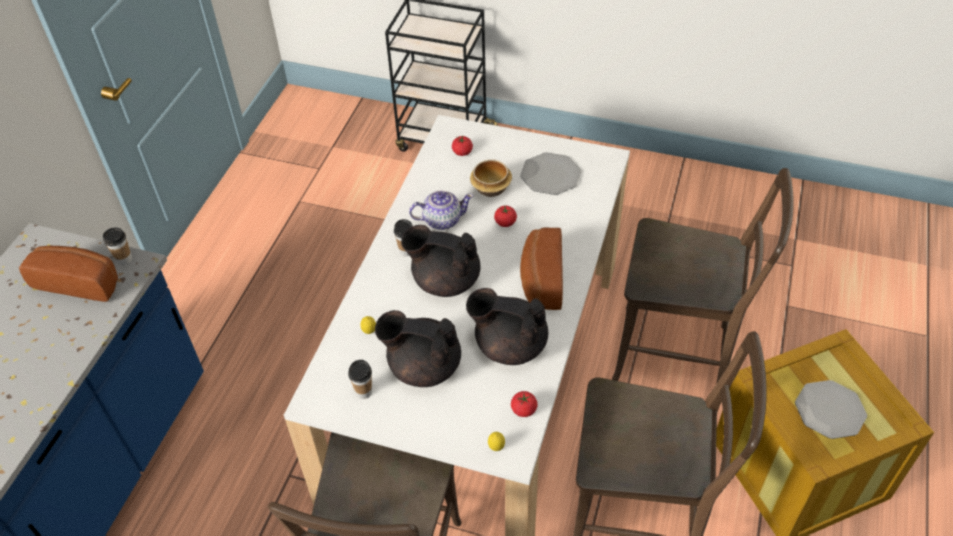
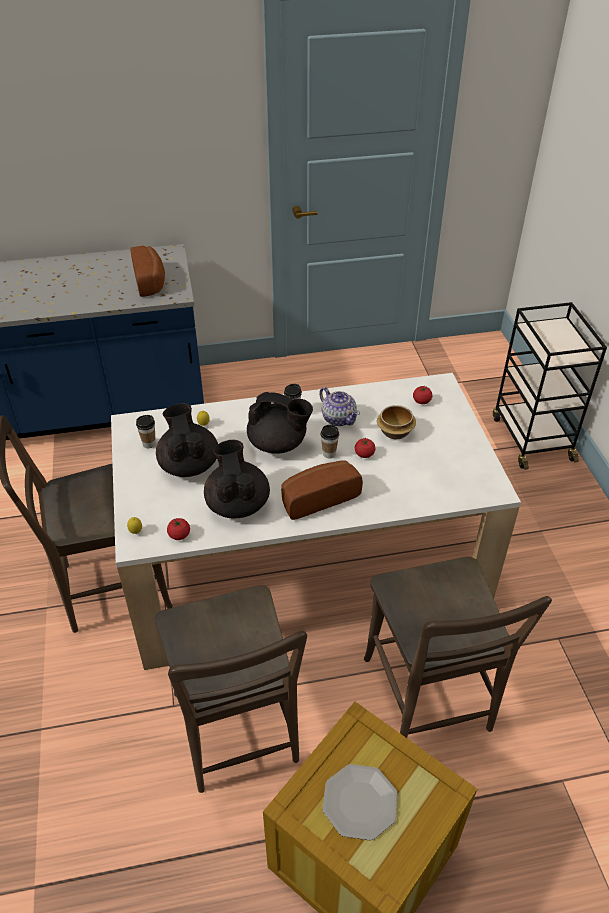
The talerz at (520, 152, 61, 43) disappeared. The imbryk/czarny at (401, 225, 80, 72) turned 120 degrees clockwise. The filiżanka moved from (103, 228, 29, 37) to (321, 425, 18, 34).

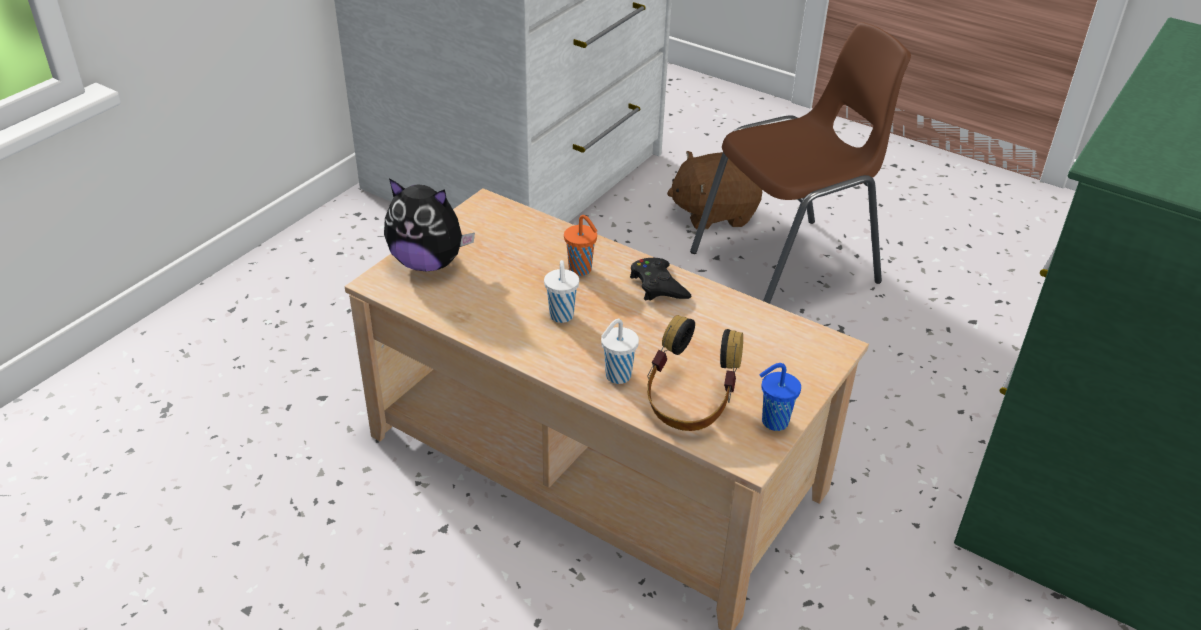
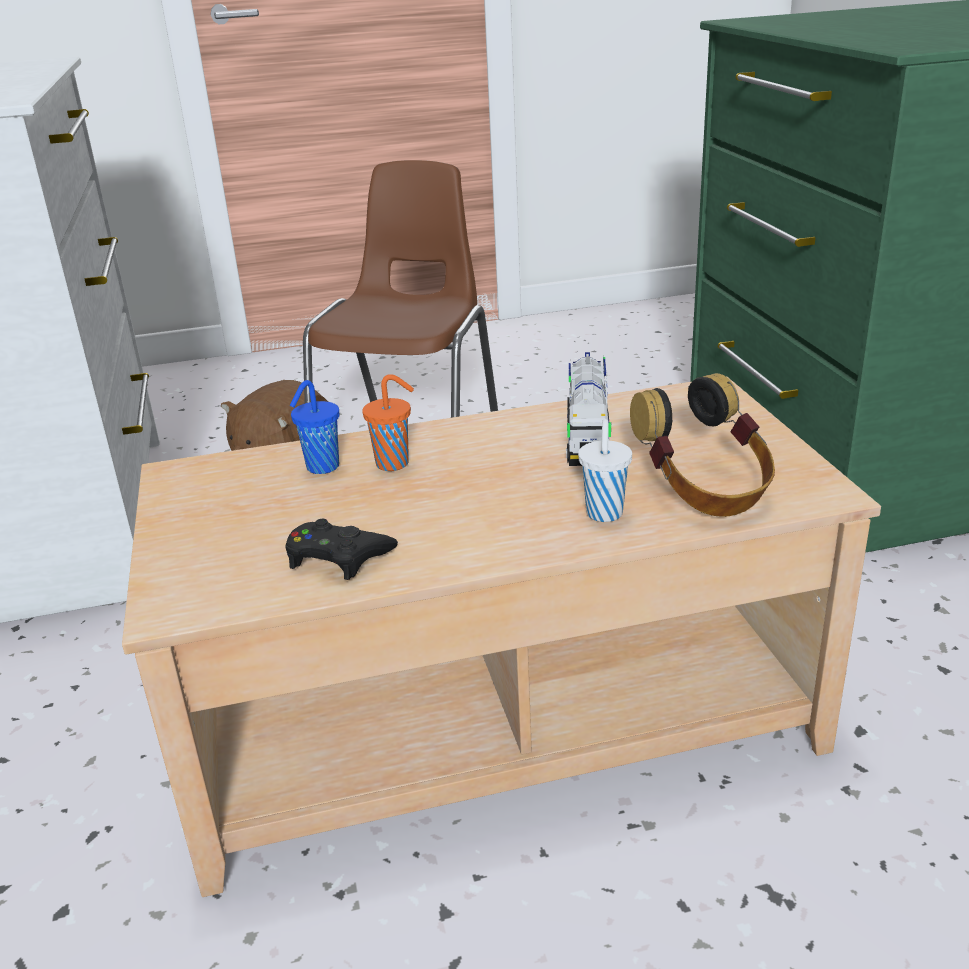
The pluszak at (384, 178, 91, 93) disappeared. The pad do gier/czarny moved from (630, 258, 61, 42) to (285, 519, 113, 61). The filiżanka/biały at (544, 260, 35, 63) disappeared. The filiżanka/niebieski moved from (760, 363, 41, 68) to (290, 380, 49, 94). The ciężarówka zabawkowa at (566, 352, 45, 114) appeared.

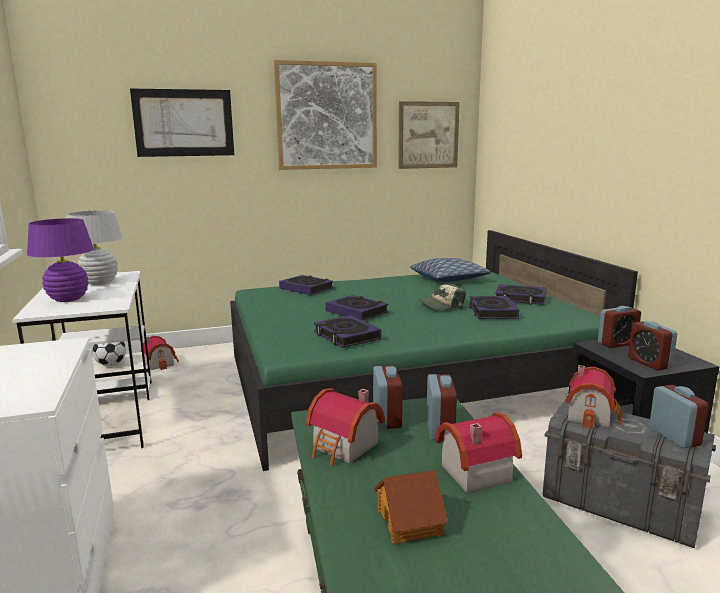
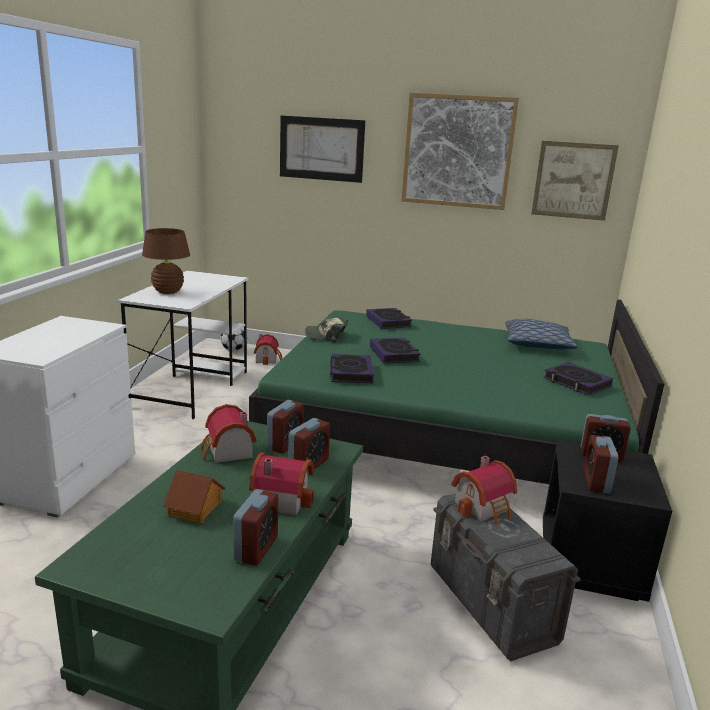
The lampa stołowa/biały at (66, 210, 57, 75) disappeared. The lampa stołowa/fioletowy at (27, 218, 67, 84) became the lampa stołowa/brązowy at (142, 228, 48, 66). The czapka z daszkiem moved from (418, 284, 48, 26) to (305, 318, 43, 25). The książka at (469, 296, 50, 23) disappeared. The budzik moved from (649, 385, 60, 63) to (233, 489, 45, 77).

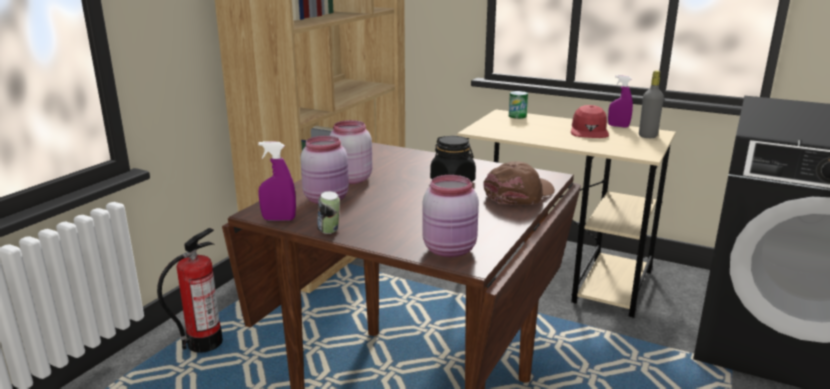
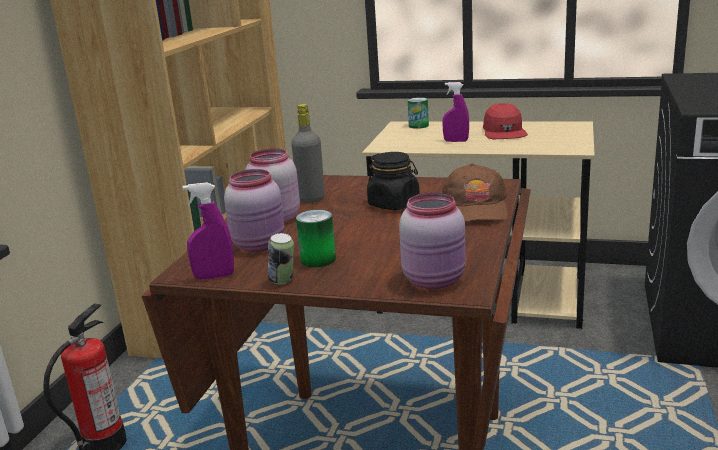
The butelka/szary moved from (639, 71, 25, 67) to (291, 104, 34, 99). The spryskiwacz/fioletowy moved from (608, 75, 25, 53) to (442, 82, 27, 60). The czapka z daszkiem/brązowy at (483, 161, 72, 44) turned 150 degrees clockwise. The puszka at (296, 210, 40, 57) appeared.

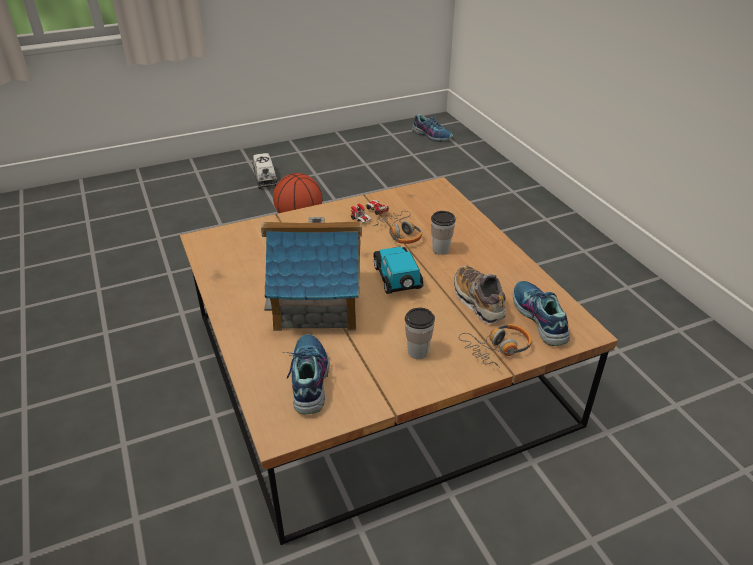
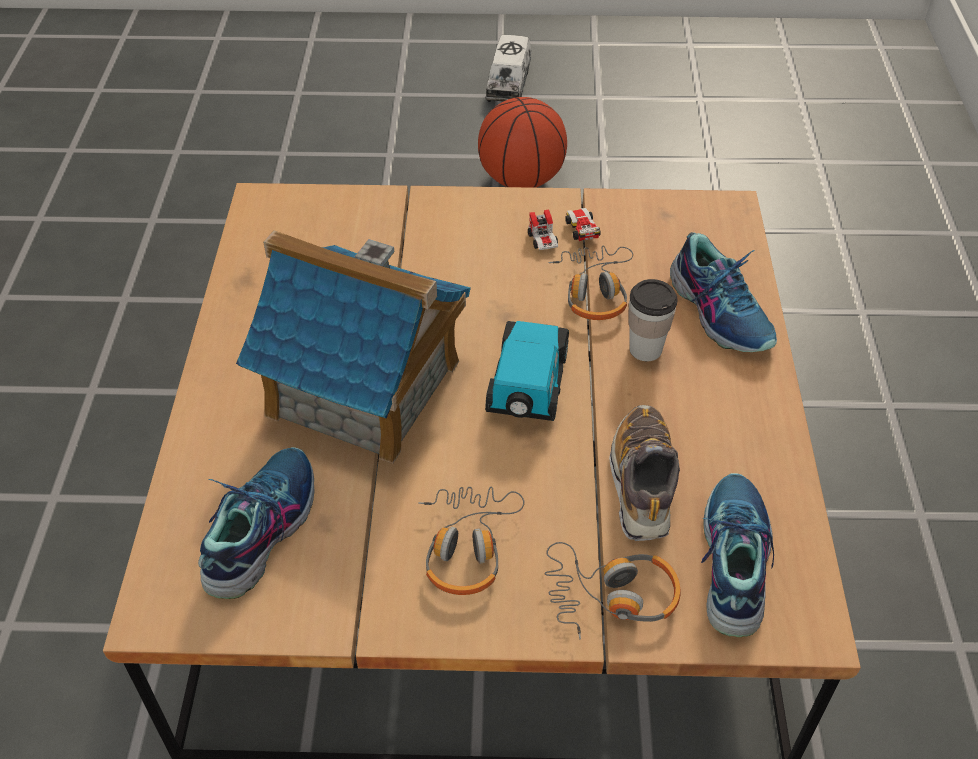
The but moved from (412, 113, 41, 29) to (670, 232, 107, 120). The filiżanka at (405, 308, 30, 51) was replaced by the słuchawki at (418, 487, 107, 108).

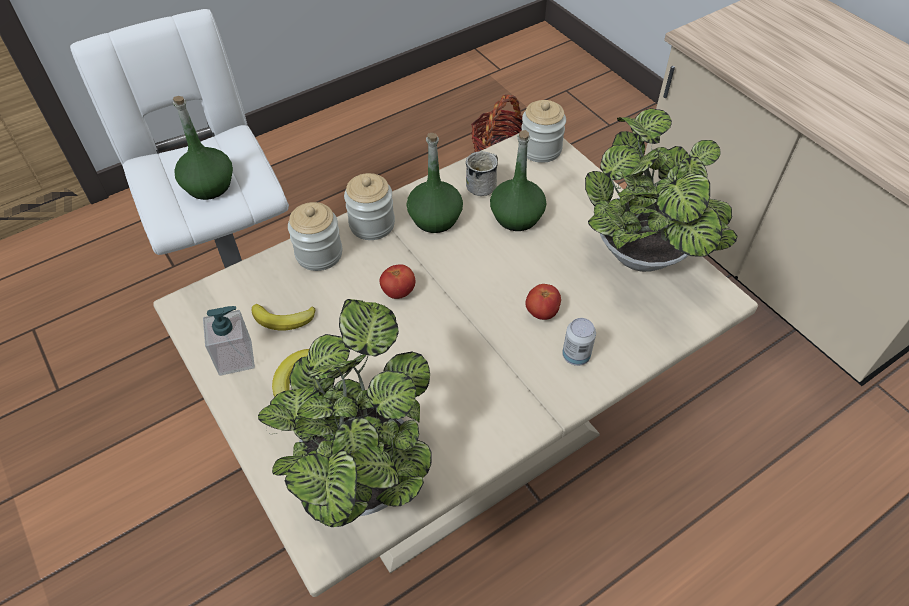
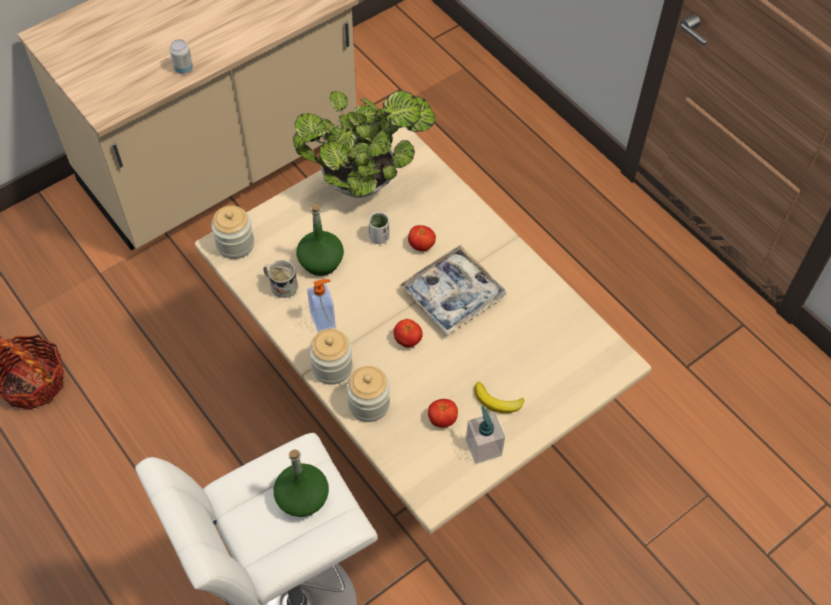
The butelka/zielony at (407, 133, 56, 100) was replaced by the dozownik mydła at (307, 279, 29, 54). The roślina doniczkowa at (258, 299, 174, 228) disappeared. The banan at (252, 304, 63, 26) was replaced by the pomidor at (428, 399, 30, 29). The puszka moved from (562, 318, 34, 48) to (170, 39, 23, 35). The filiżanka/biały at (369, 212, 21, 32) appeared. The taca at (400, 245, 107, 90) appeared.

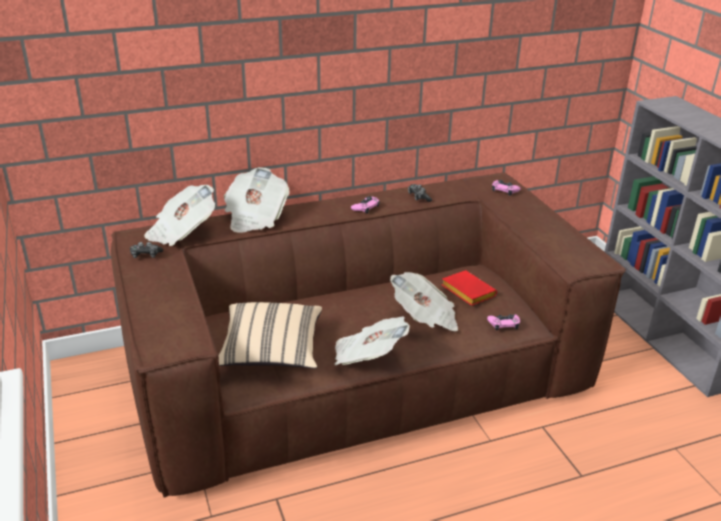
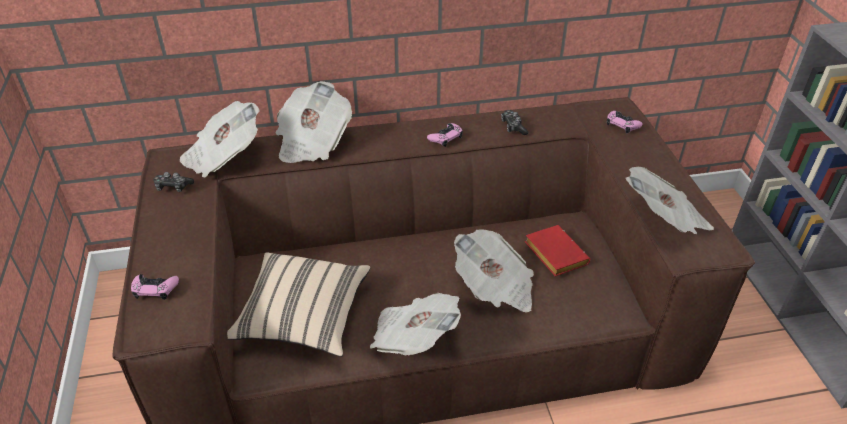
The pad do gier/różowy moved from (487, 314, 33, 17) to (131, 274, 48, 26). The gazeta at (625, 167, 89, 67) appeared.

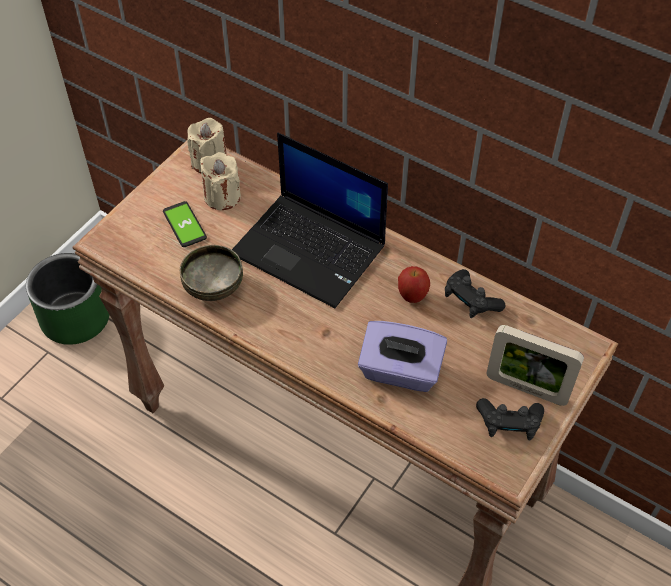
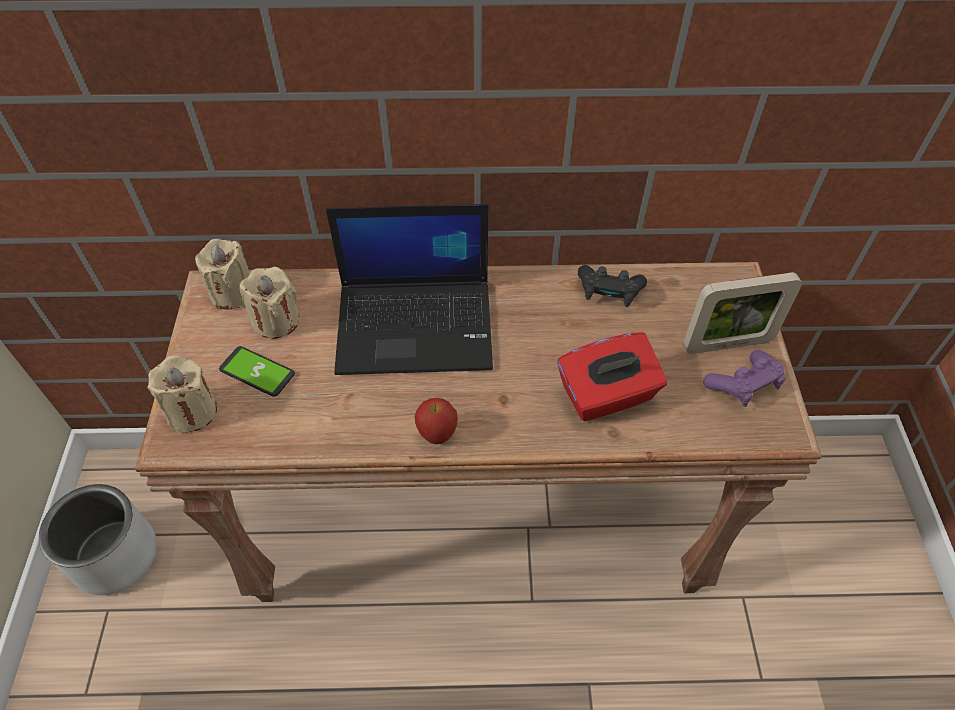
The miska at (180, 245, 63, 56) disappeared. The donica/zielony at (26, 253, 83, 92) became the donica/szary at (39, 484, 118, 111). The jabłko moved from (398, 266, 32, 37) to (414, 398, 44, 46). The pudełko chusteczek/fioletowy at (358, 321, 89, 71) became the pudełko chusteczek/czerwony at (557, 332, 110, 89). The pad do gier/czarny at (476, 398, 68, 43) became the pad do gier/fioletowy at (703, 350, 82, 57). The świeca/beżowy at (147, 356, 70, 77) appeared.

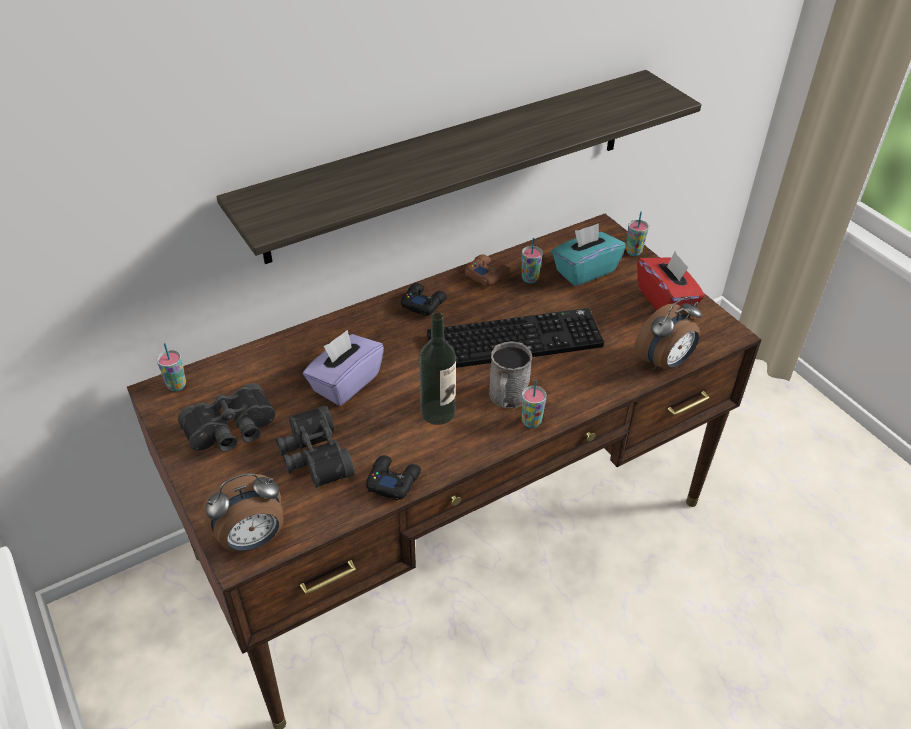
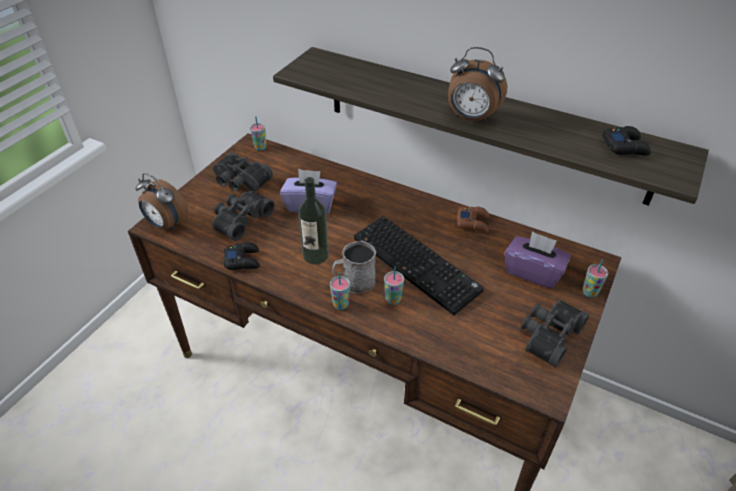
The pudełko chusteczek/turkusowy at (552, 223, 74, 63) became the pudełko chusteczek/fioletowy at (505, 231, 66, 57). The filiżanka moved from (522, 238, 21, 45) to (384, 267, 20, 38). The pudełko chusteczek/czerwony at (637, 251, 68, 63) was replaced by the lornetka/czarny at (521, 300, 68, 68). The pad do gier/czarny moved from (401, 283, 46, 32) to (602, 126, 49, 29). The budzik moved from (634, 296, 68, 76) to (448, 47, 59, 76).

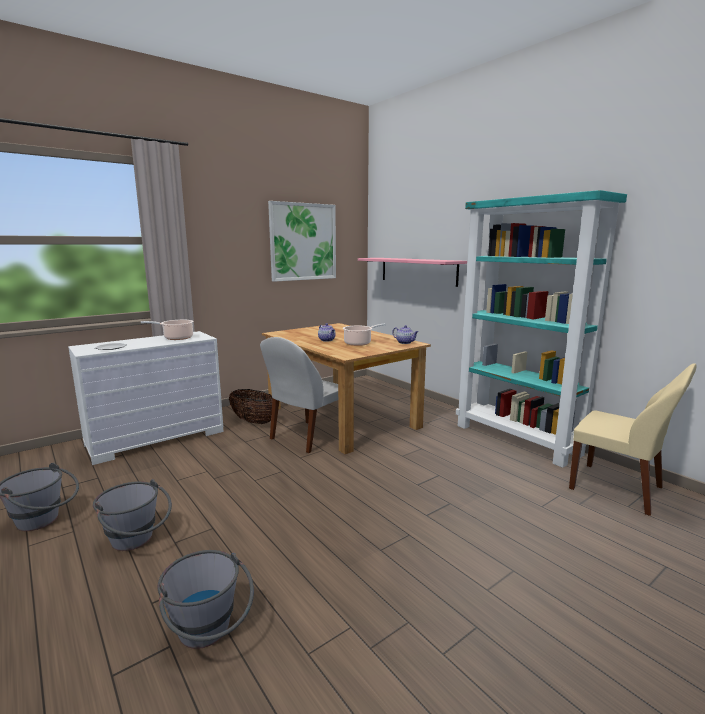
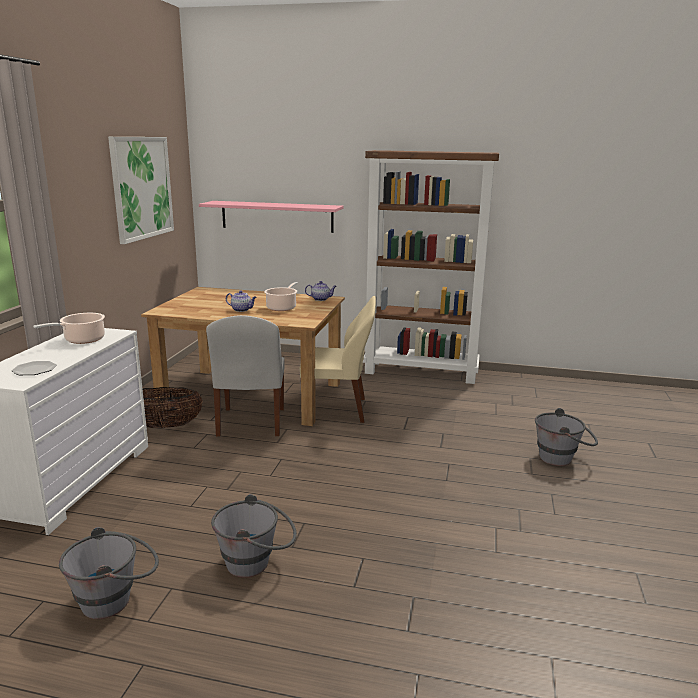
The regał/turkusowy at (456, 190, 171, 278) became the regał/brązowy at (363, 150, 136, 234). The krzesło/beżowy moved from (569, 364, 128, 152) to (300, 296, 76, 127). The wiadro/szary moved from (157, 550, 97, 99) to (535, 408, 63, 58).

